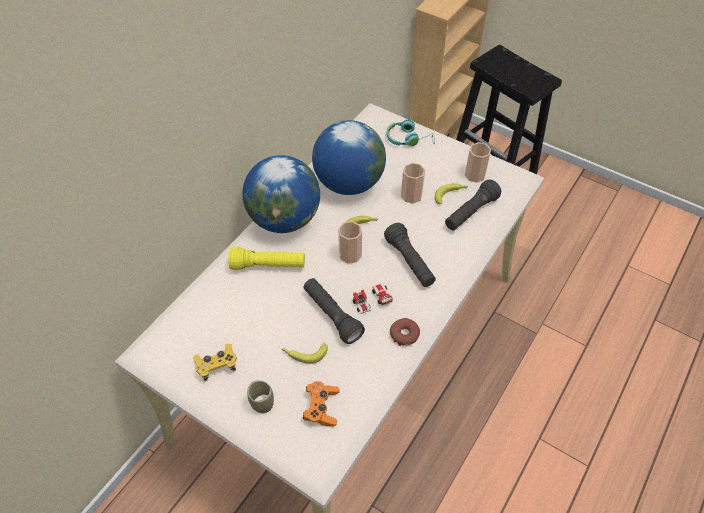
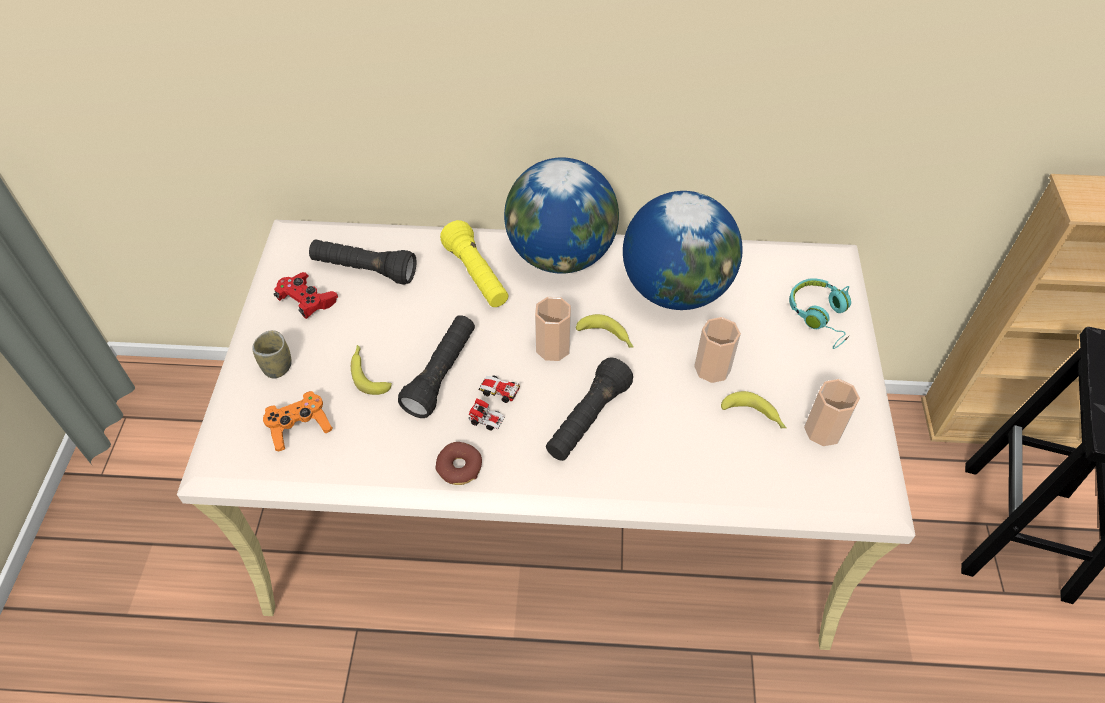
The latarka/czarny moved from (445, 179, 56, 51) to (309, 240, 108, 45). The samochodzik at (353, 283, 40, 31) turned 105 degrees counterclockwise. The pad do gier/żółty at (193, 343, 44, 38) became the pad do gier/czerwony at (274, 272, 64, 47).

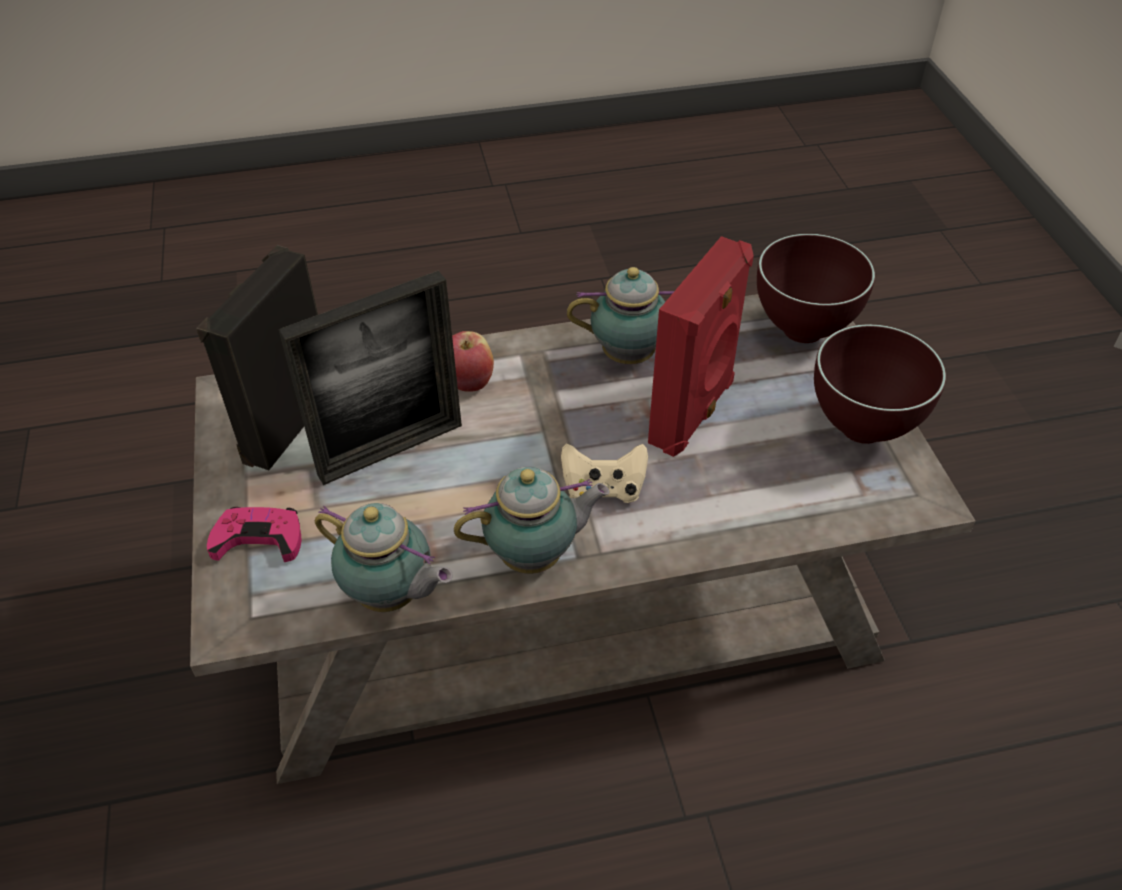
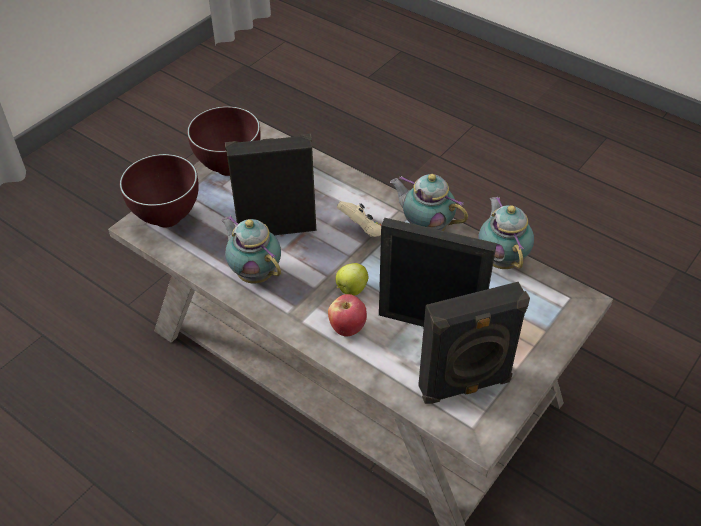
The głośnik/czerwony at (648, 236, 106, 221) became the głośnik/czarny at (225, 134, 91, 101). The pad do gier/różowy at (207, 507, 95, 55) disappeared. The jabłko at (336, 263, 32, 33) appeared.

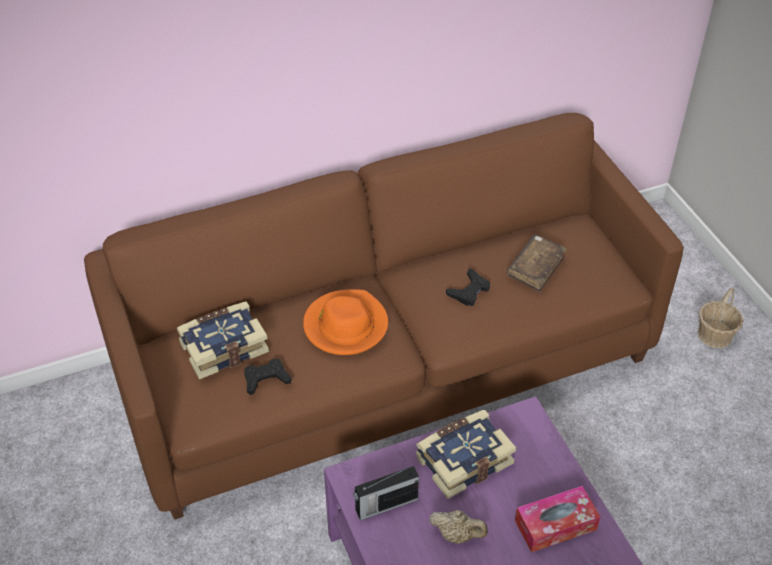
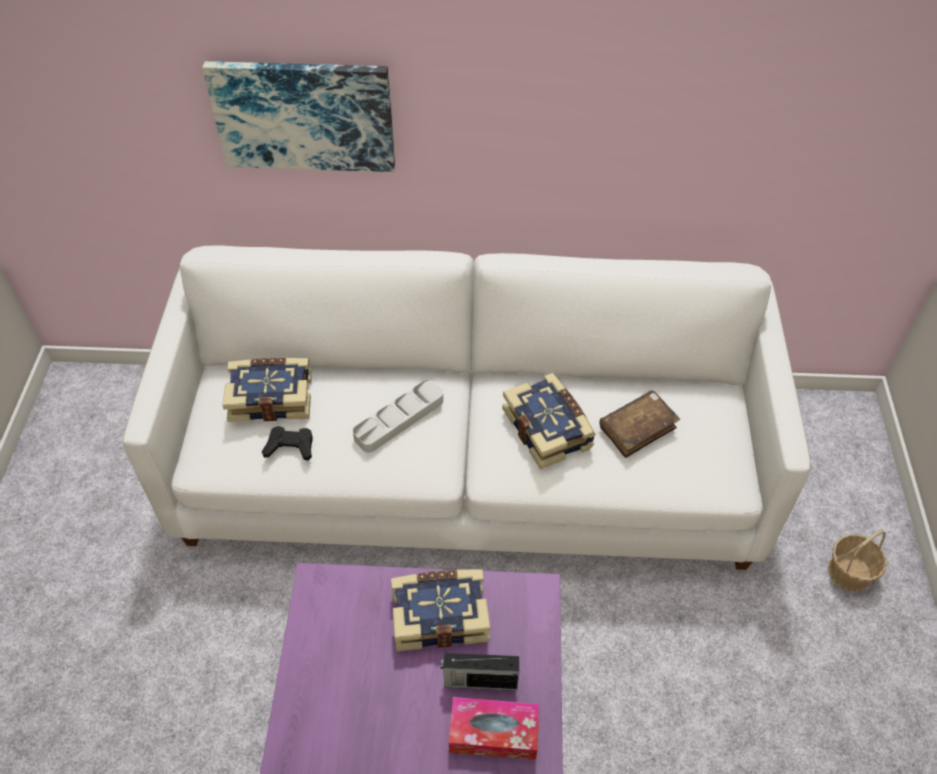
The kanapa/brązowy at (84, 113, 600, 407) became the kanapa/biały at (123, 245, 688, 325). The pad do gier/czarny at (446, 268, 44, 38) was replaced by the książka at (502, 373, 94, 96). The kapelusz/pomarańczowy at (303, 289, 85, 66) was replaced by the taca/szary at (353, 380, 90, 73). The radio moved from (353, 466, 66, 55) to (440, 653, 79, 38). The imbryk/beżowy at (429, 510, 59, 34) disappeared. The obraz at (202, 61, 193, 111) appeared.

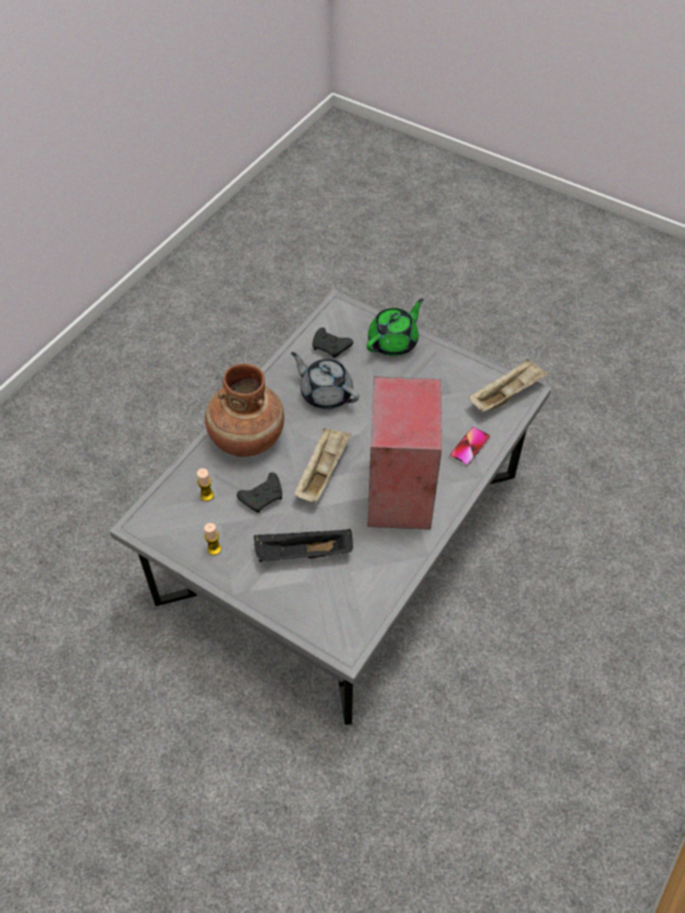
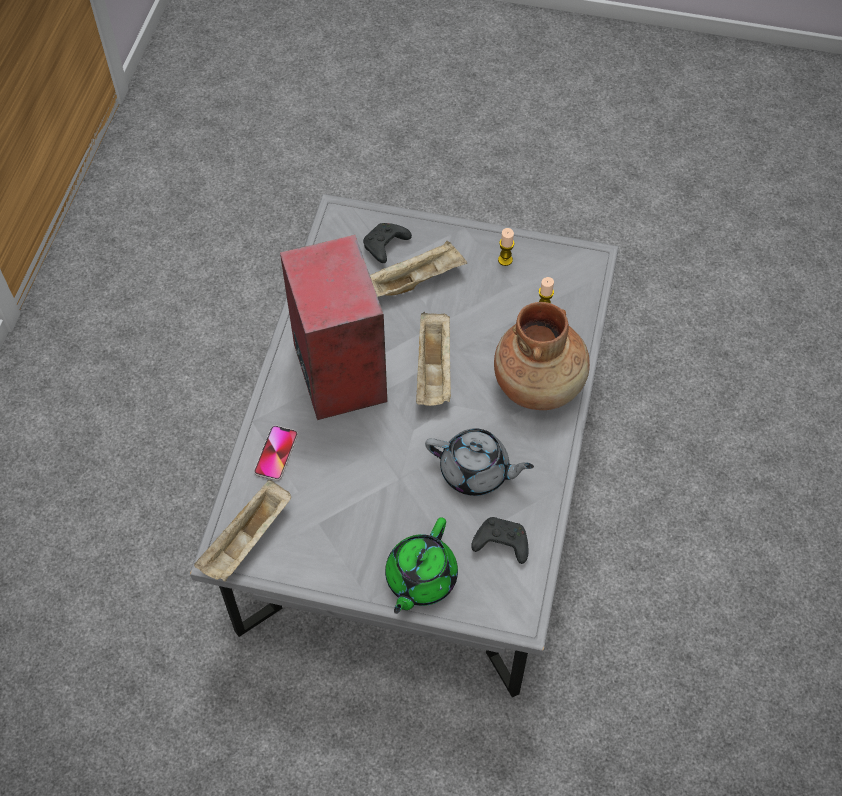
The pad do gier/czarny moved from (237, 472, 45, 41) to (363, 223, 49, 40). The taca/czarny at (254, 529, 99, 33) became the taca/beżowy at (370, 241, 98, 56).

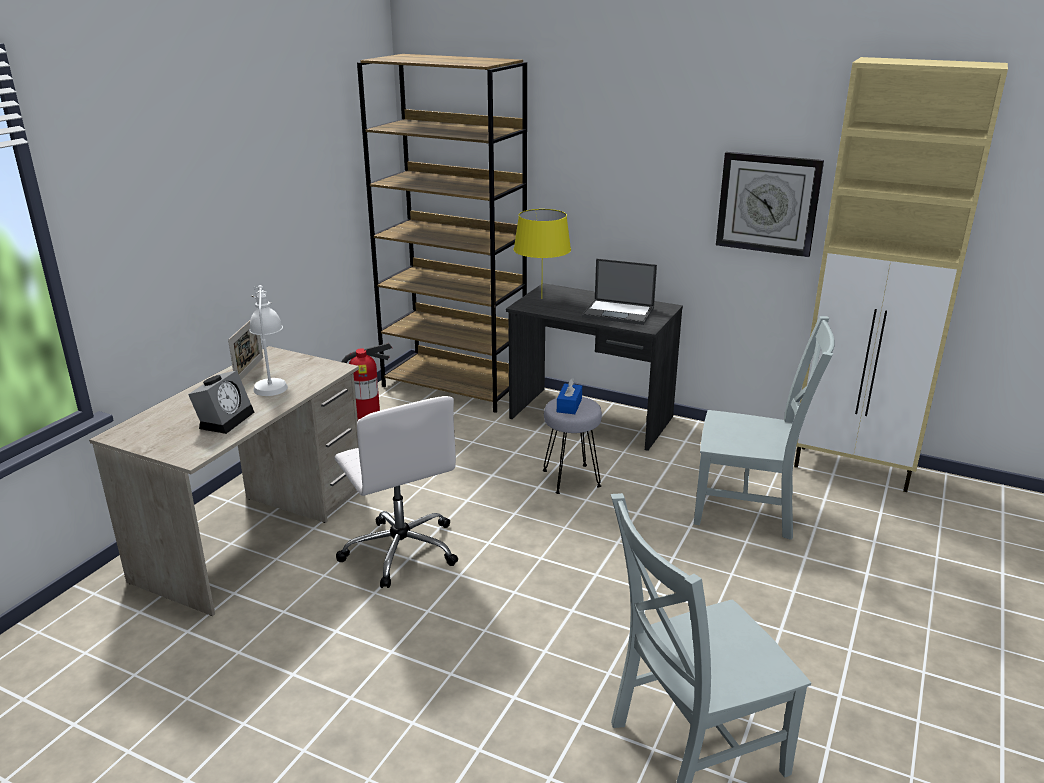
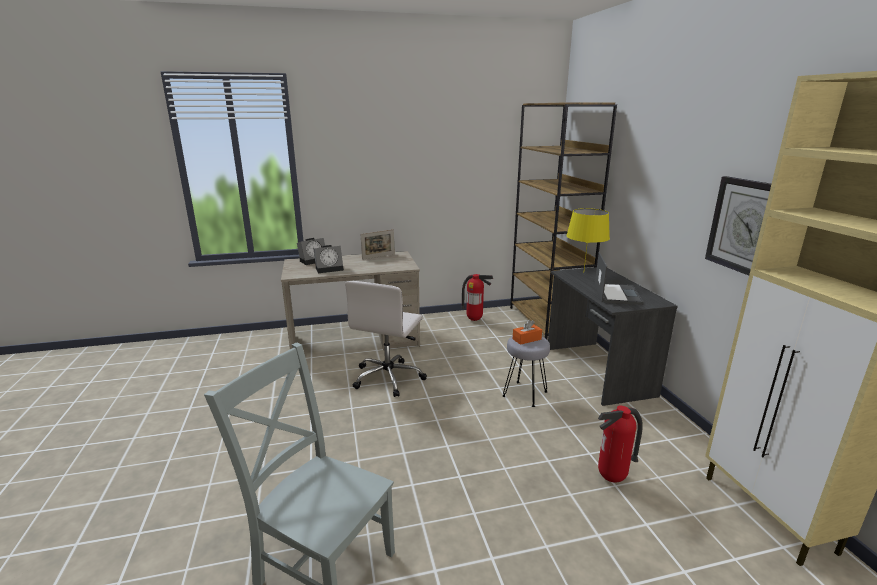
The laptop at (582, 258, 75, 67) turned 150 degrees counterclockwise. The lampa stołowa/biały at (249, 285, 39, 111) disappeared. The krzesło/szary at (694, 316, 141, 224) was replaced by the gaśnica at (598, 405, 44, 78). The pudełko chusteczek/niebieski at (557, 378, 25, 36) became the pudełko chusteczek/pomarańczowy at (513, 320, 29, 25). The budzik at (297, 238, 28, 27) appeared.

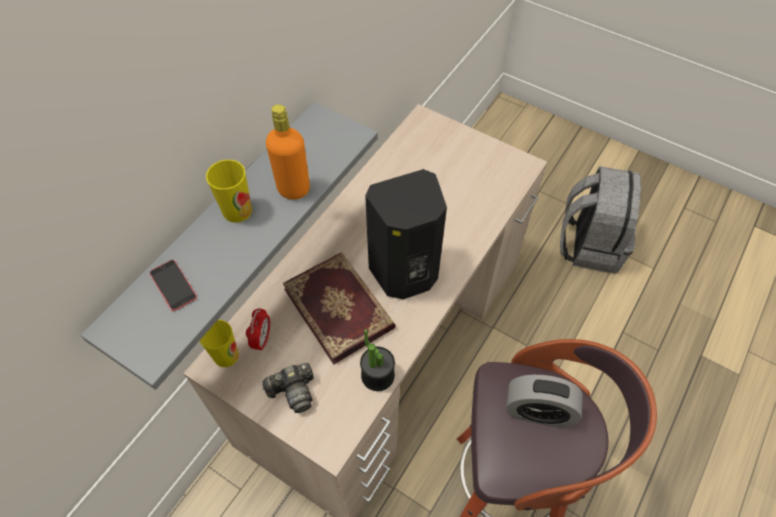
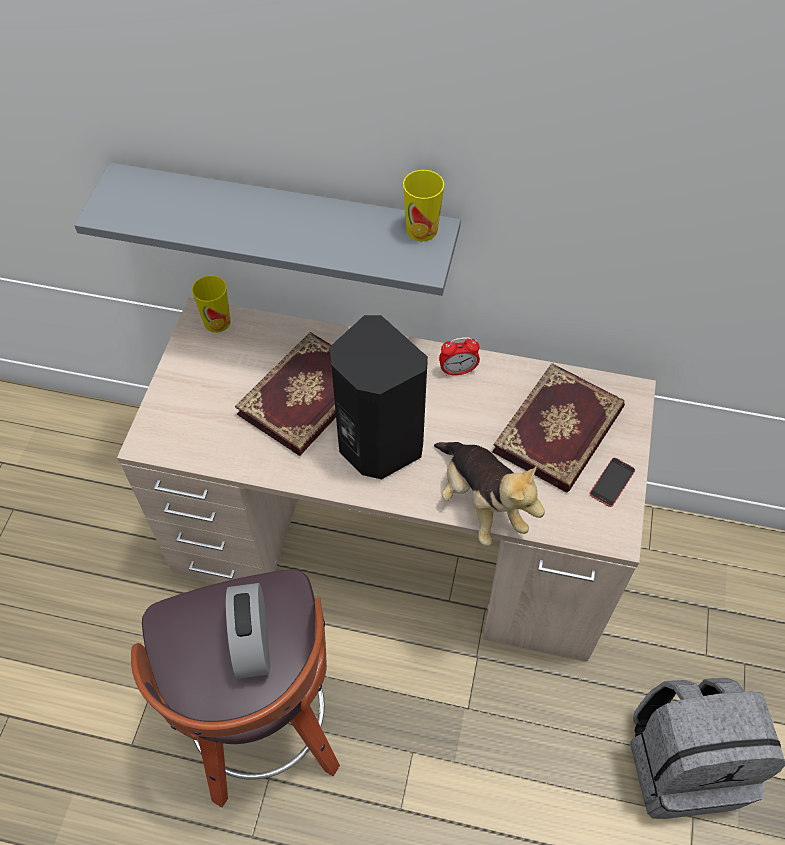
The butelka/pomarańczowy at (266, 104, 44, 95) disappeared. The filiżanka moved from (206, 160, 46, 63) to (403, 170, 41, 71). The telefon moved from (150, 260, 47, 51) to (589, 458, 46, 49). The budzik moved from (246, 308, 24, 43) to (439, 337, 41, 39). The roślina doniczkowa at (360, 329, 35, 62) disappeared. The aparat fotograficzny at (262, 363, 52, 50) disappeared. The książka at (492, 363, 133, 129) appeared. The pluszak at (434, 442, 111, 104) appeared.

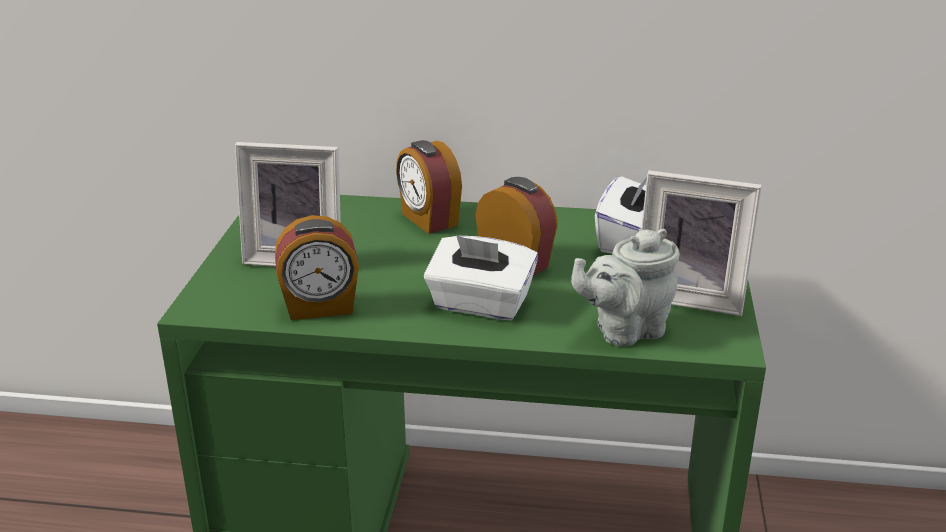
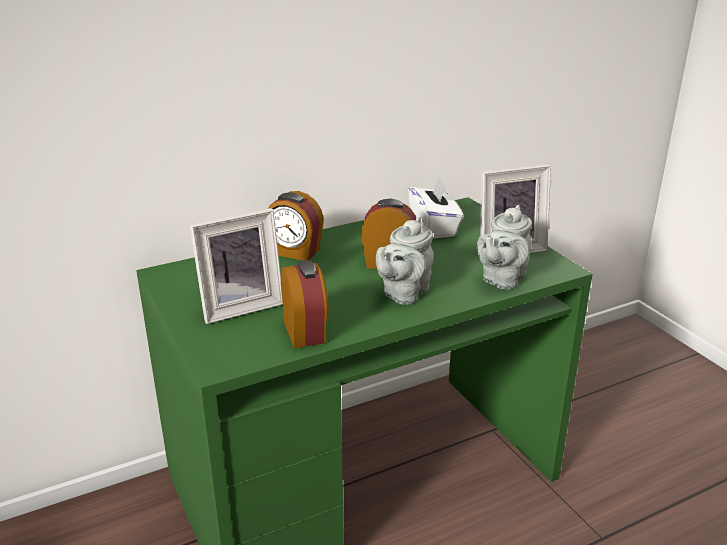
The budzik at (275, 215, 84, 105) turned 60 degrees counterclockwise. The pudełko chusteczek/biały at (424, 235, 114, 85) was replaced by the imbryk/szary at (376, 217, 58, 88).

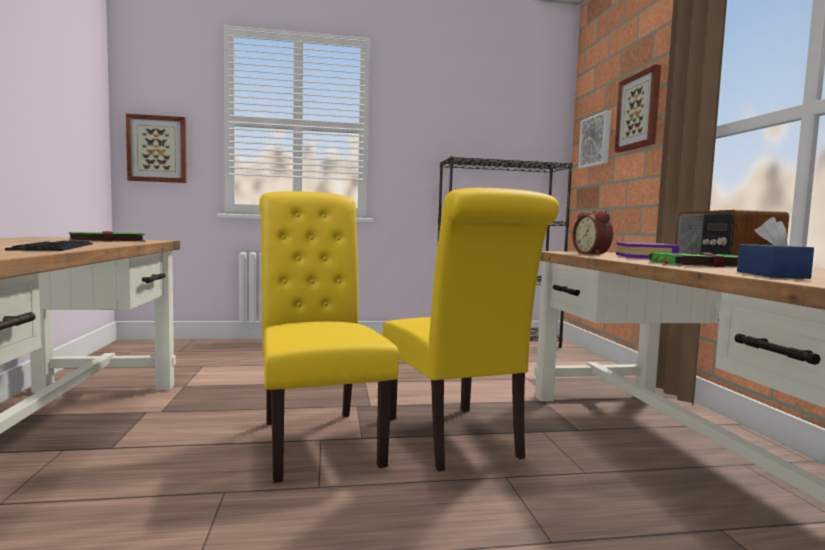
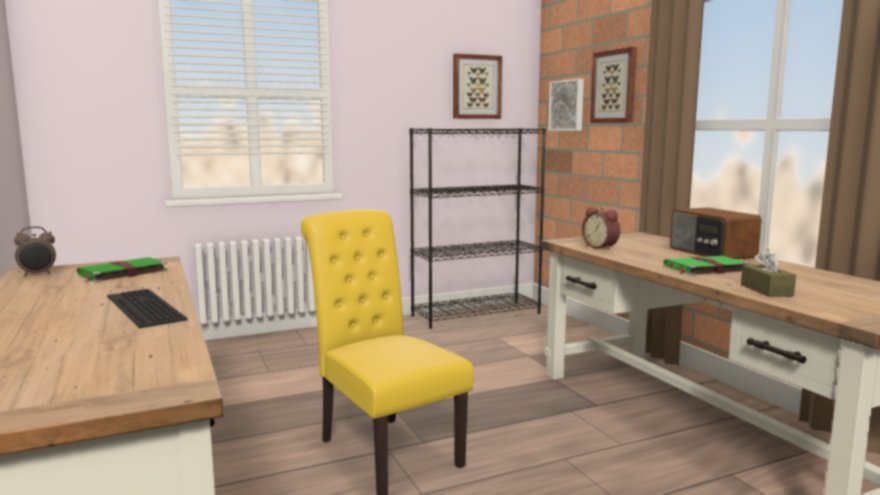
The obraz moved from (126, 114, 61, 69) to (453, 54, 49, 65). The krzesło/żółty at (383, 188, 176, 283) disappeared. The pudełko chusteczek/niebieski at (737, 217, 77, 62) became the pudełko chusteczek/brązowy at (741, 249, 55, 48). The książka/fioletowy at (616, 242, 63, 16) disappeared. The budzik at (14, 227, 42, 49) appeared.

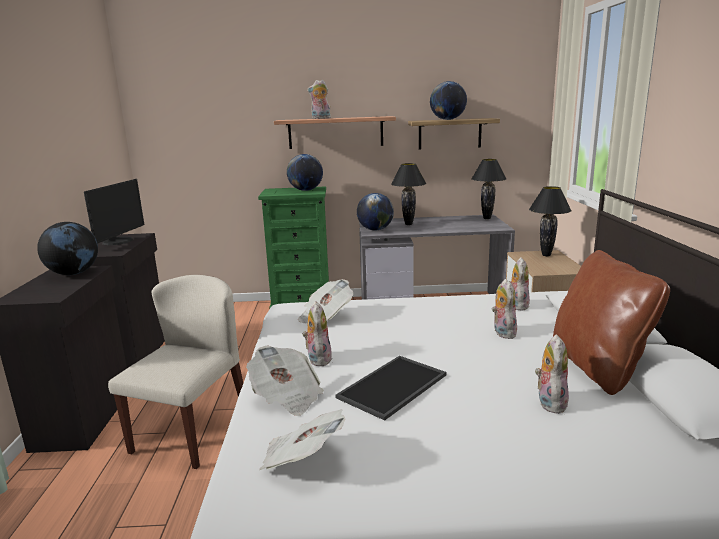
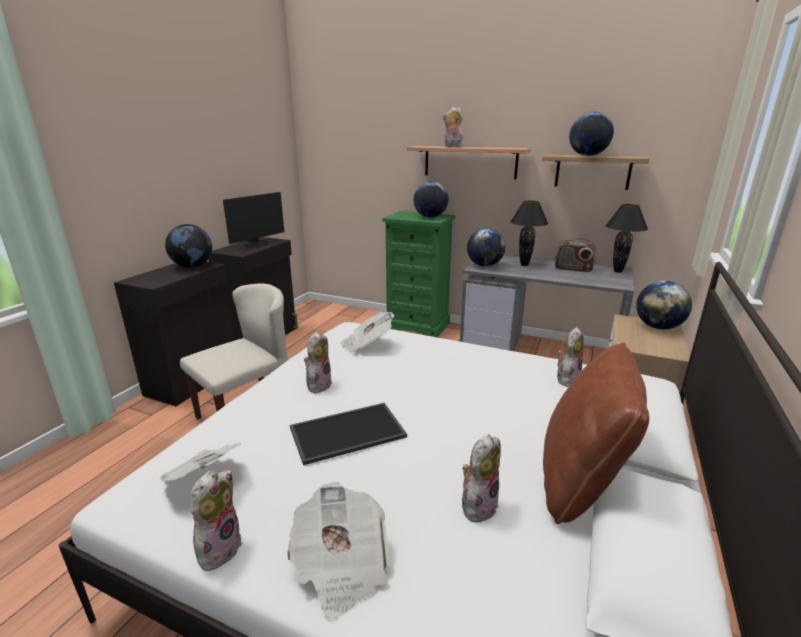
The lampa stołowa/czarny at (529, 186, 43, 70) was replaced by the globus at (636, 281, 56, 49). The pluszak moved from (492, 279, 25, 60) to (190, 470, 52, 101). The gazeta moved from (246, 345, 78, 71) to (287, 482, 102, 137). The radio at (555, 238, 41, 34) appeared.

